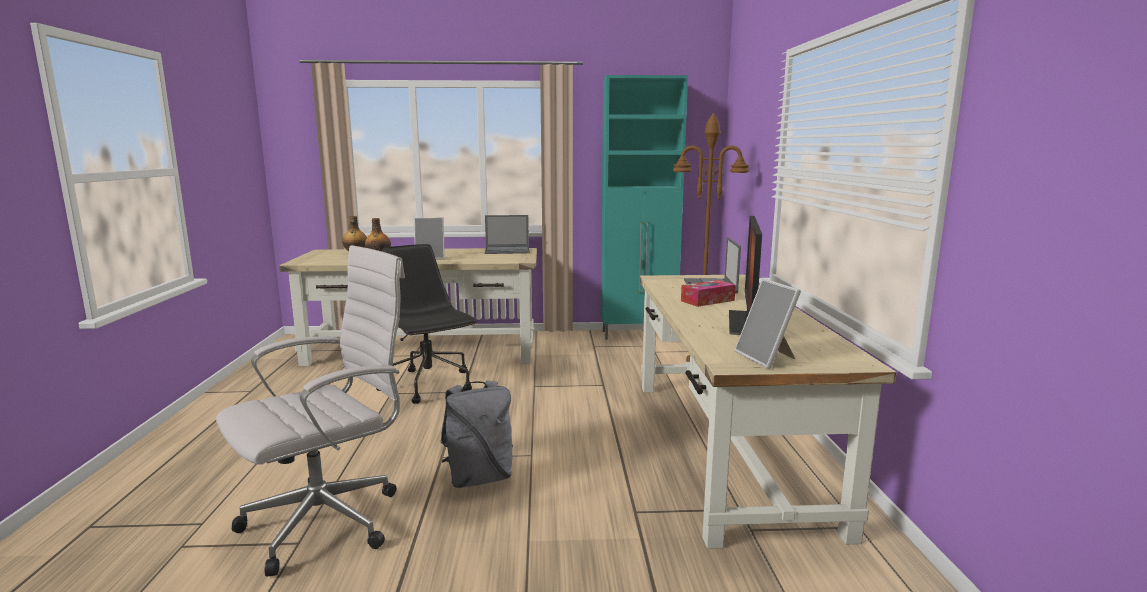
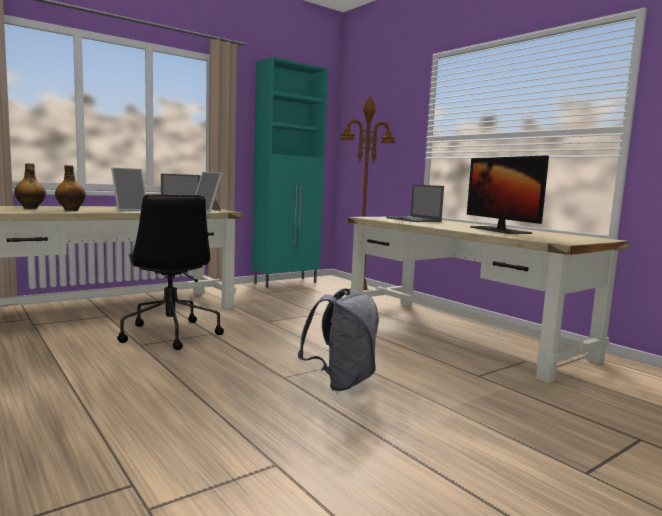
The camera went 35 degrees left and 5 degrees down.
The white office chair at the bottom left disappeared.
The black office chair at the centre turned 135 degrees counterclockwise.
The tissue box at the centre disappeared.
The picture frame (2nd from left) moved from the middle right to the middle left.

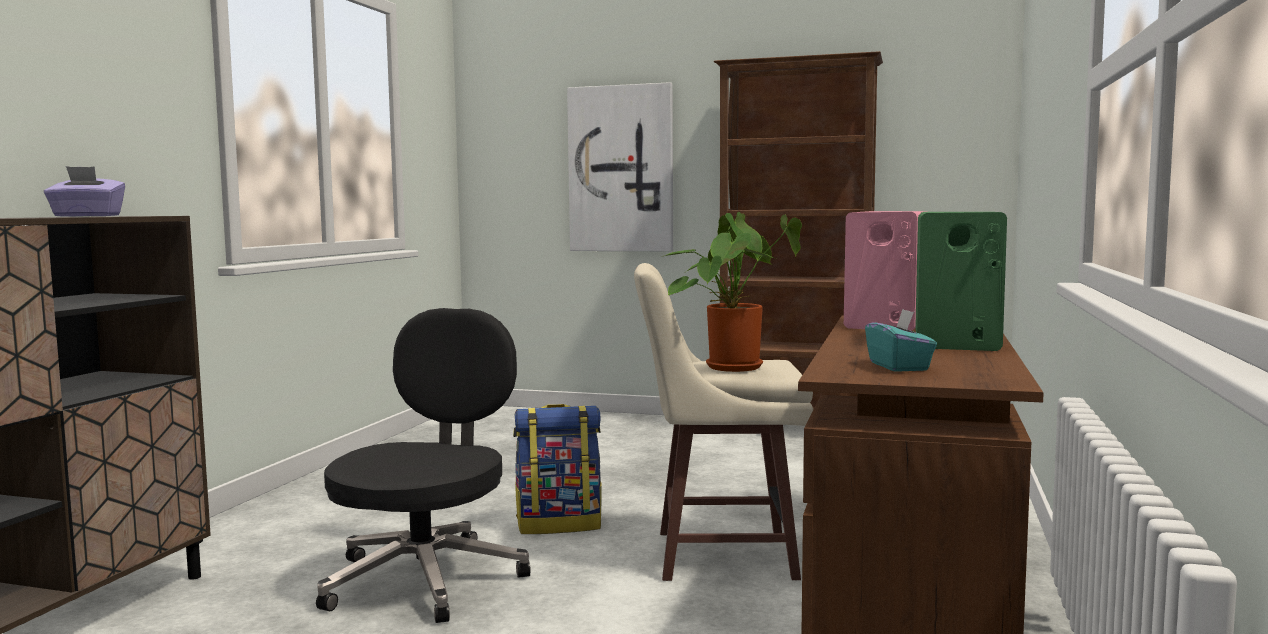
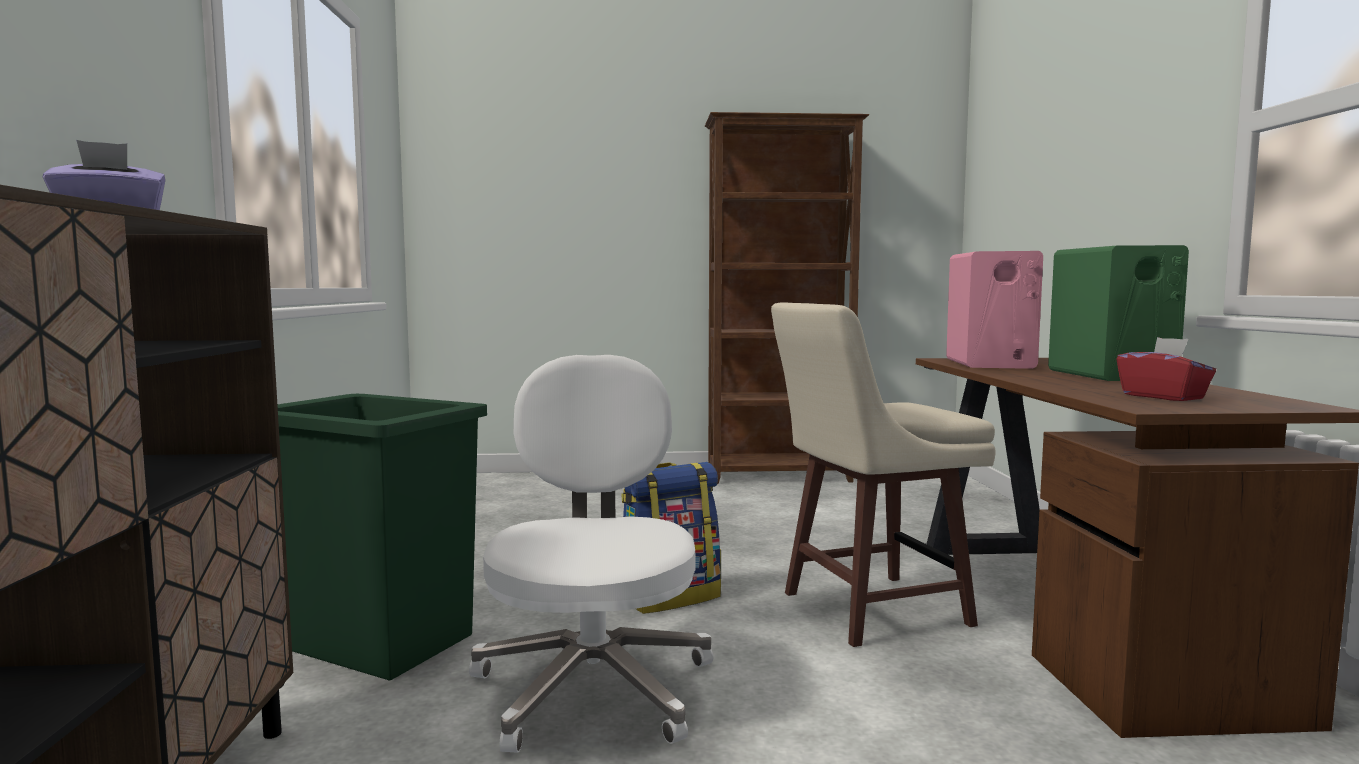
The camera went 20 degrees left and 0 degrees up.
The black office chair at the bottom centre became the white office chair at the bottom centre.
The picture at the top centre disappeared.
The potted plant at the centre disappeared.
The turquoise tissue box at the middle right became the red tissue box at the middle right.
The green trash can at the bottom left appeared.

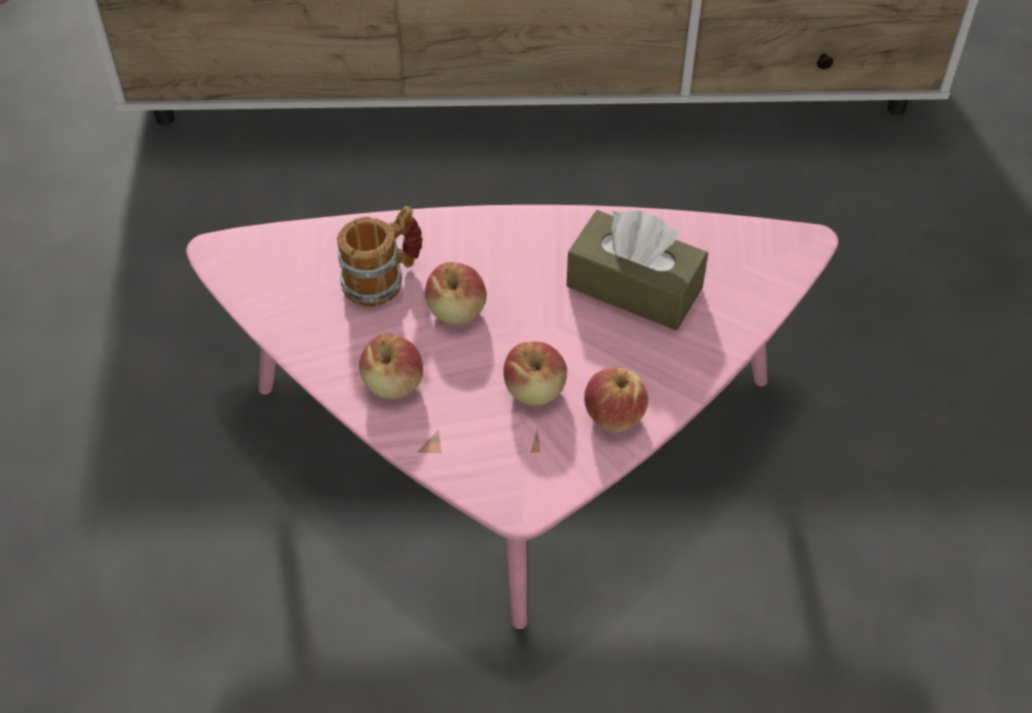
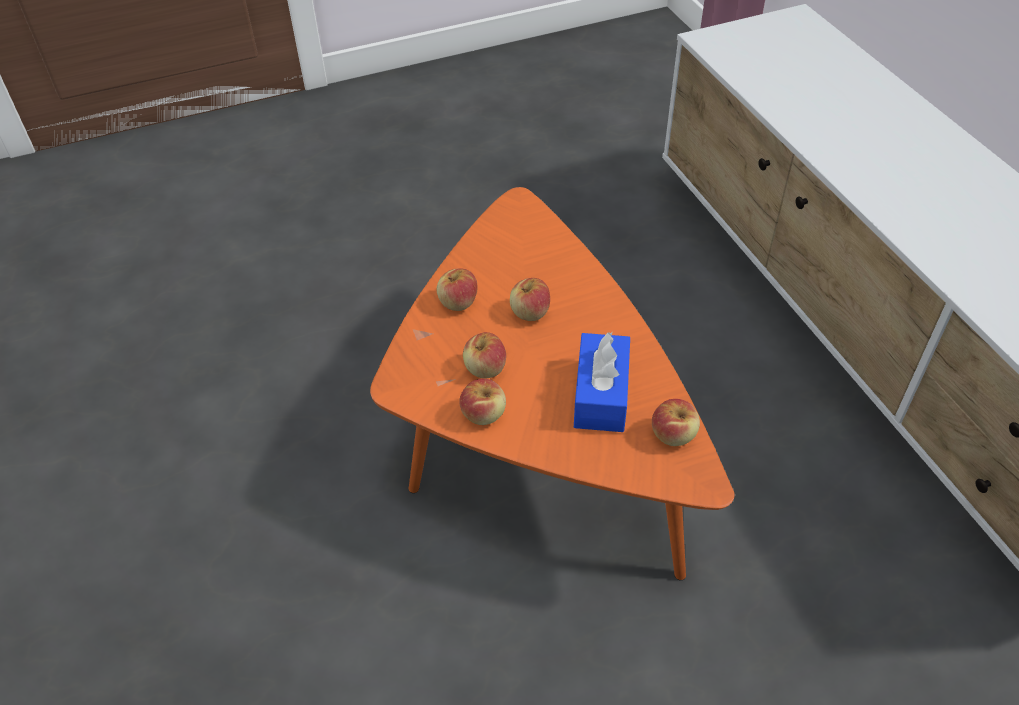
The camera went 70 degrees right and 5 degrees down.
The pink coffee table at the centre became the orange coffee table at the centre.
The mug at the centre disappeared.
The brown tissue box at the centre became the blue tissue box at the centre.
The apple (5th from left) at the centre appeared.

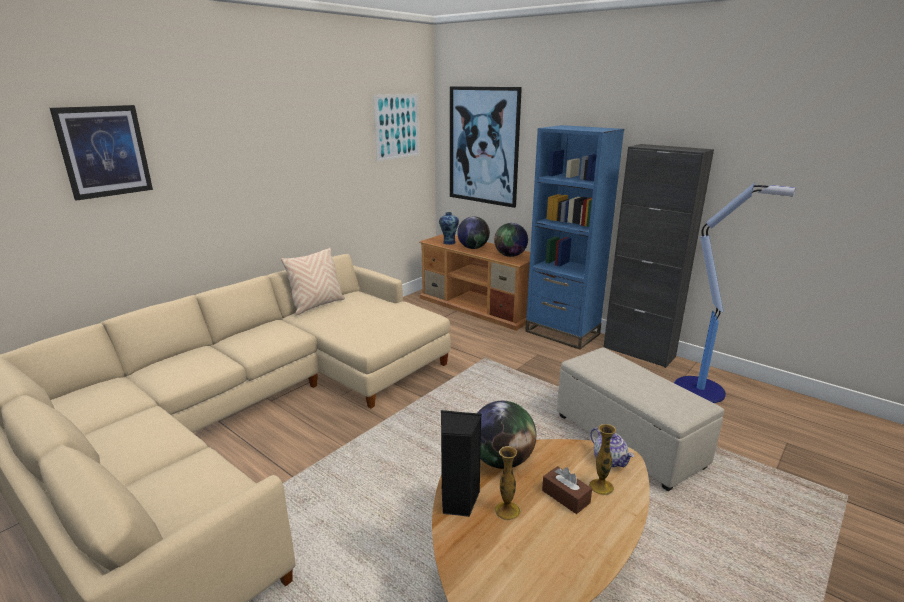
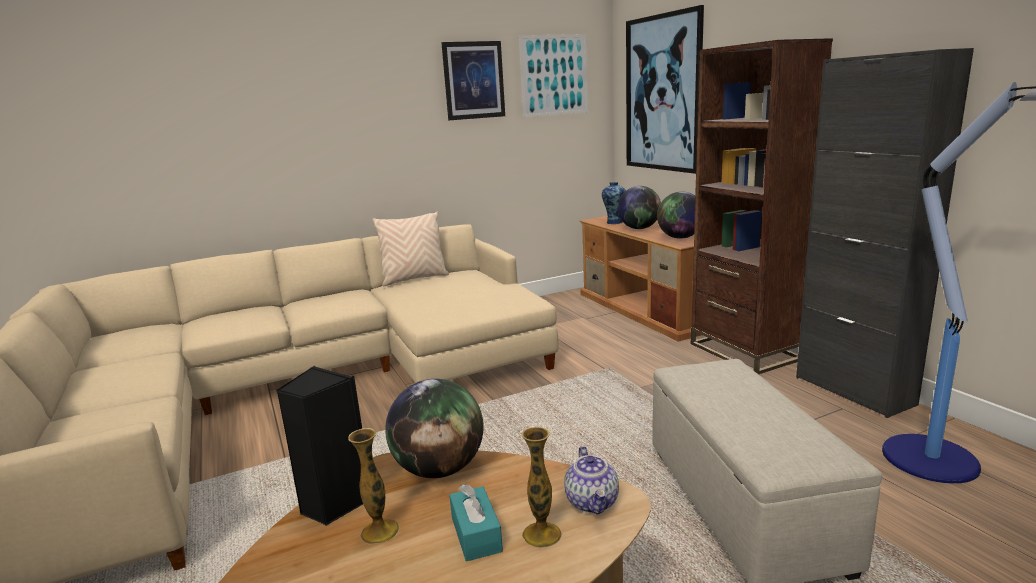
The camera went 25 degrees right and 5 degrees down.
The picture (1st from left) moved from the top left to the top centre.
The blue bookcase at the centre became the brown bookcase at the middle right.
The brown tissue box at the bottom centre became the turquoise tissue box at the bottom centre.

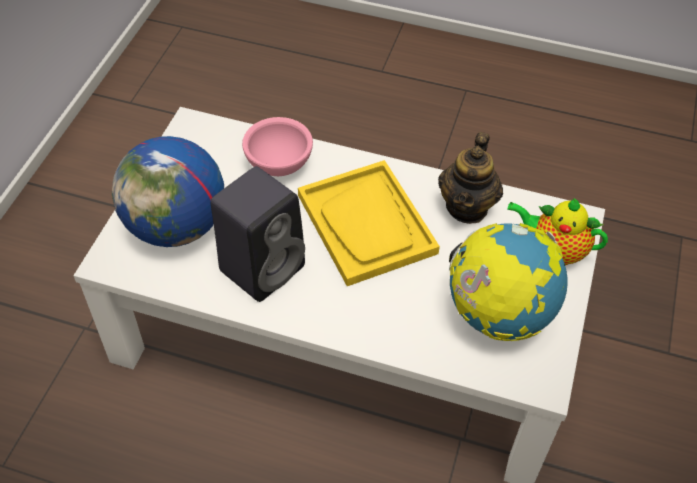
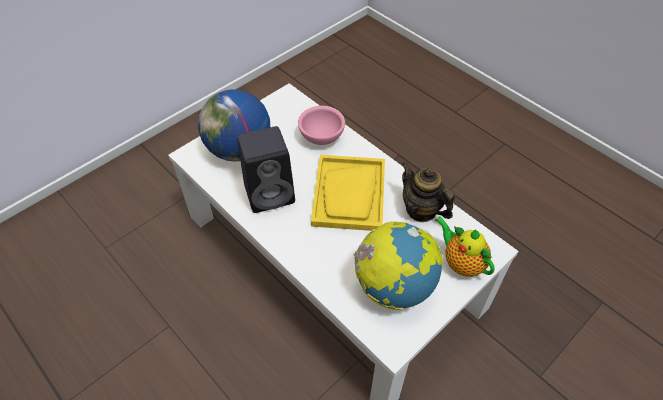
The camera went 30 degrees right and 0 degrees up.
The teapot (1st from left) at the middle right turned 90 degrees clockwise.

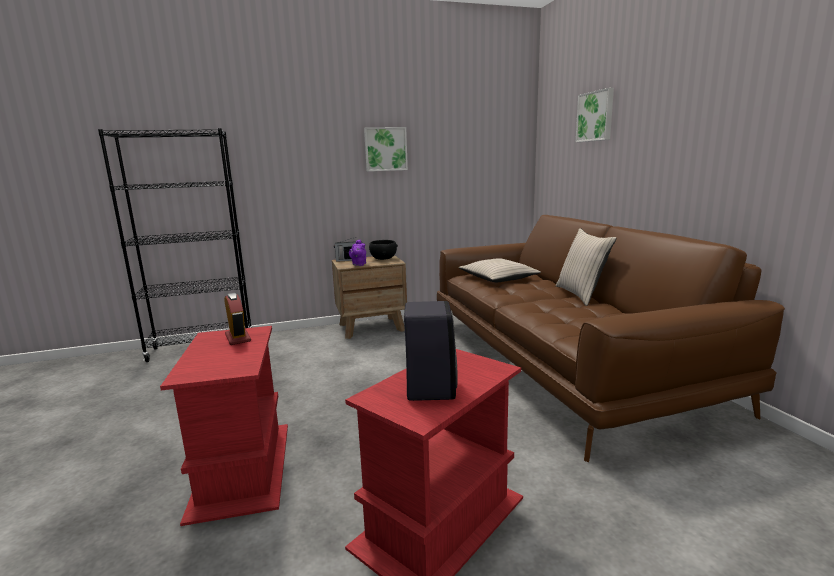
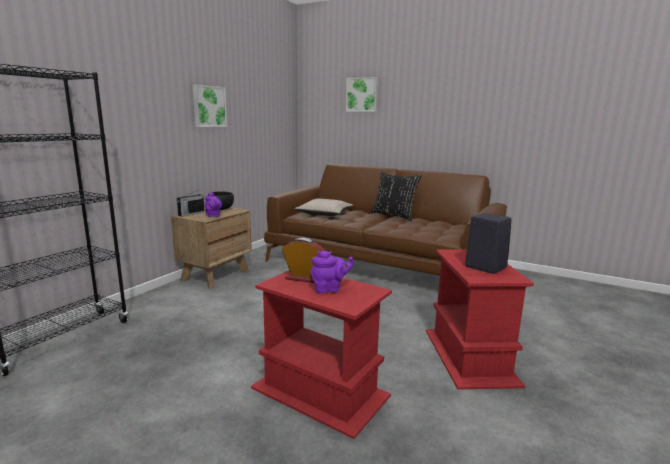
The camera went 45 degrees left and 0 degrees up.
The beige pillow (2nd from left) at the middle right became the black pillow at the centre.
The purple teapot (2nd from left) at the centre appeared.

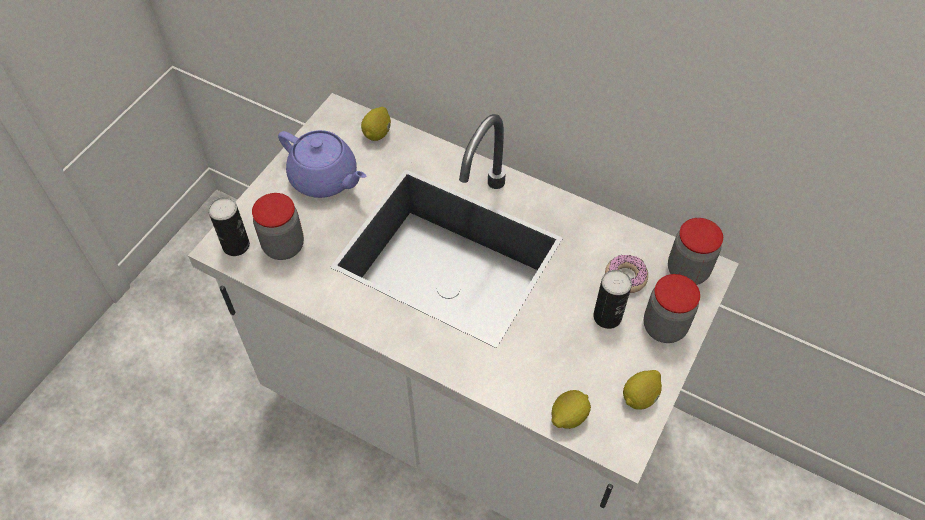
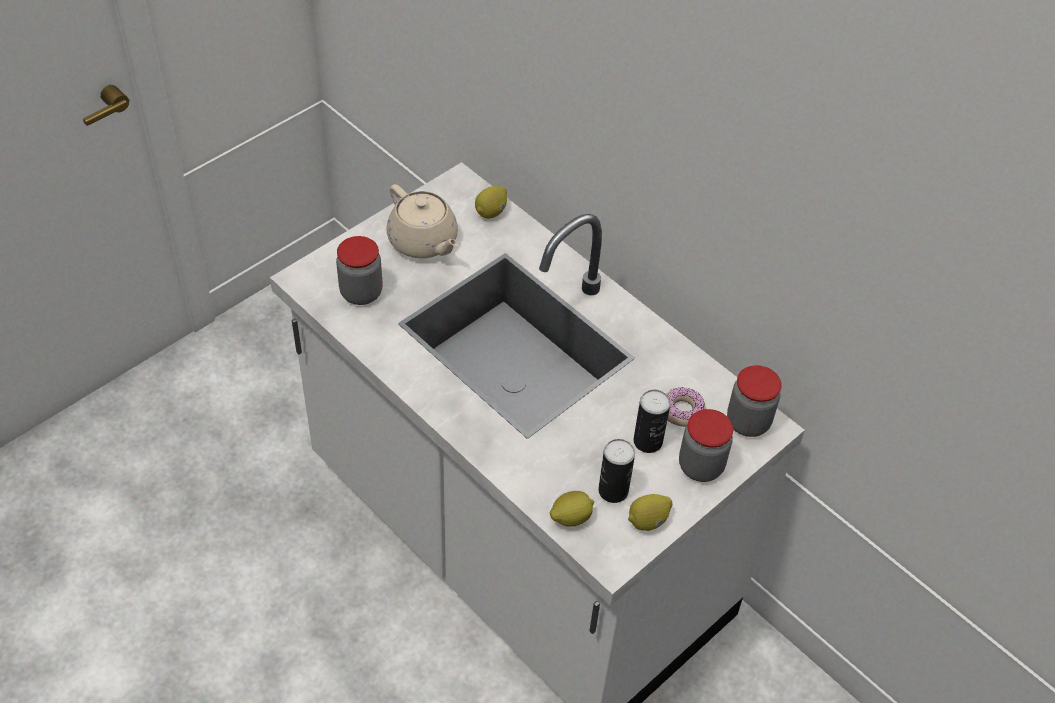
The camera went 15 degrees right and 5 degrees down.
The can (1st from left) moved from the middle left to the bottom centre.
The purple teapot at the top centre became the beige teapot at the top centre.

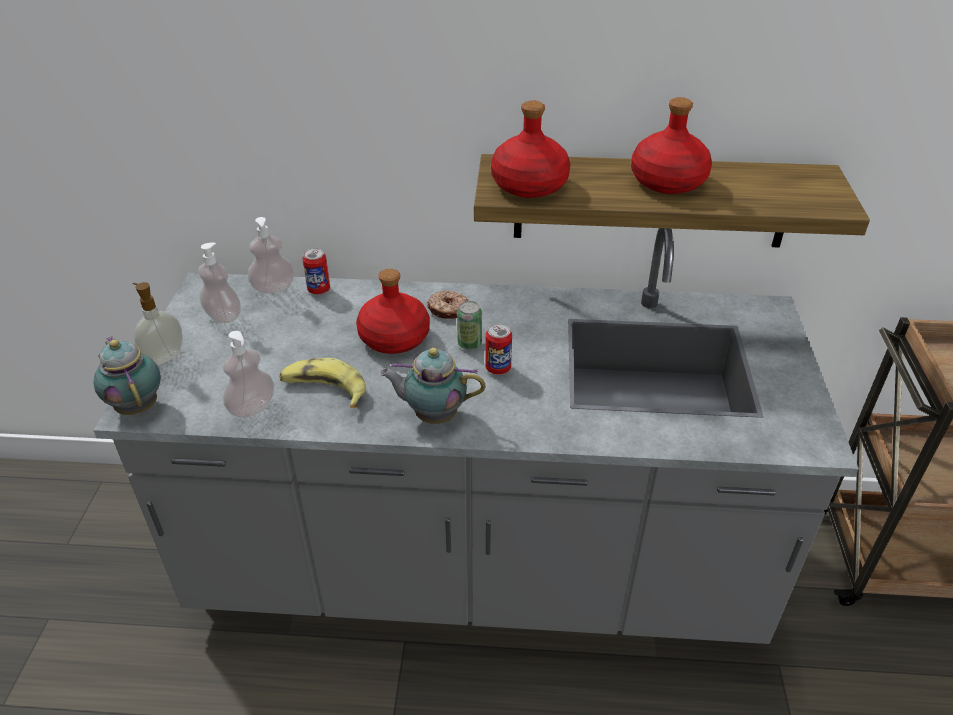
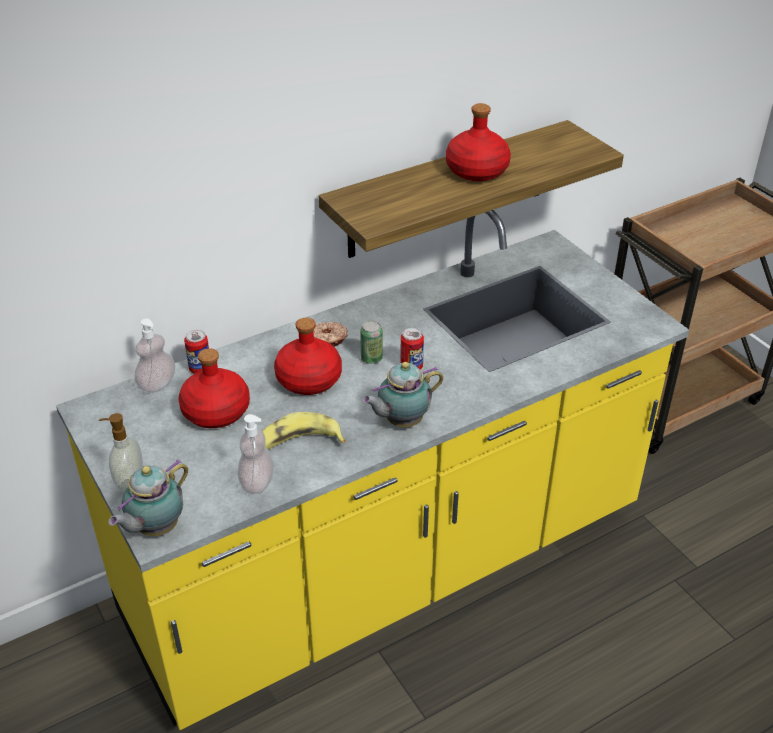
The camera went 35 degrees left and 0 degrees up.
The grey counter at the centre became the yellow counter at the centre.
The teapot (1st from left) at the middle left turned 75 degrees counterclockwise.
The soap dispenser (2nd from left) at the middle left disappeared.
The red bottle (2nd from left in the first image) moved from the top centre to the middle left.

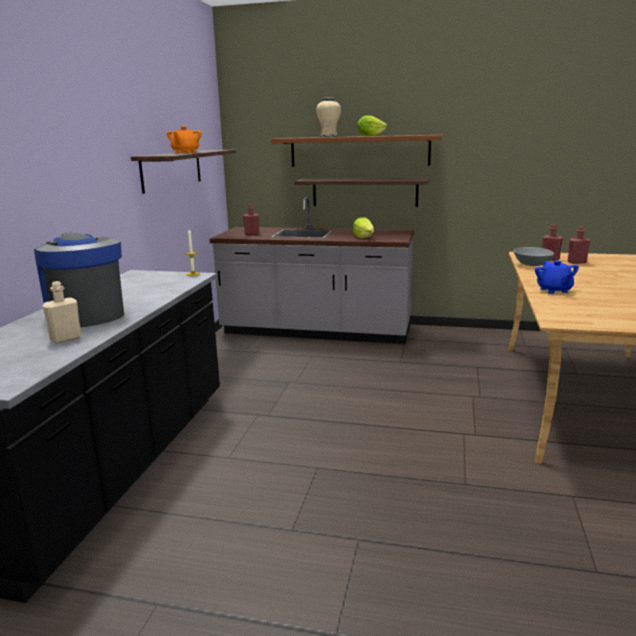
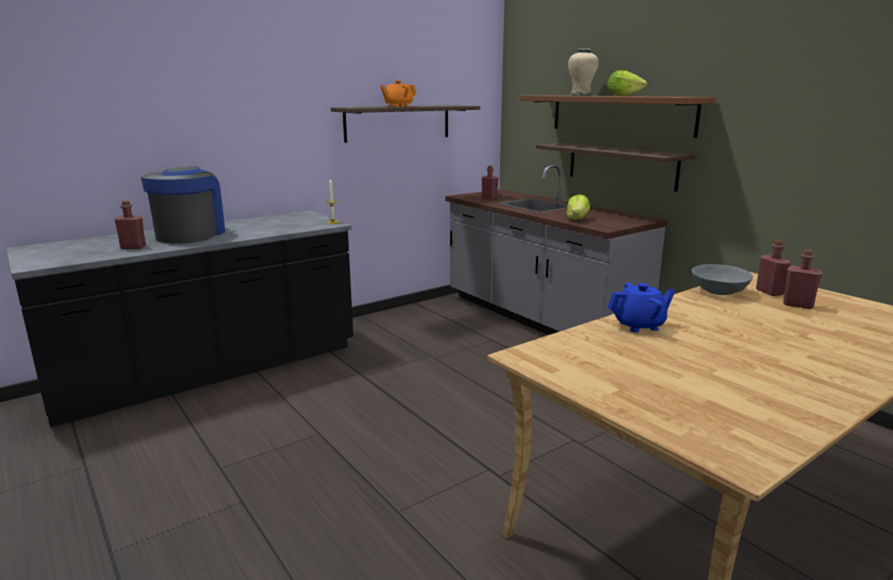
The camera went 40 degrees right and 0 degrees up.
The beige bottle at the middle left became the red bottle (1st from left) at the middle left.
The blue teapot at the middle right turned 135 degrees counterclockwise.

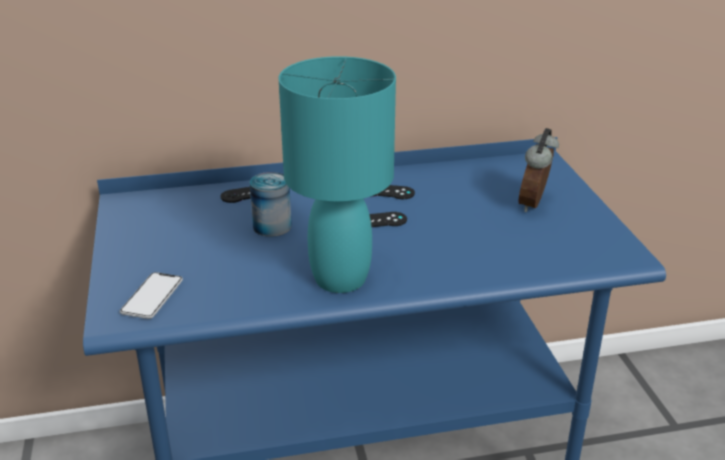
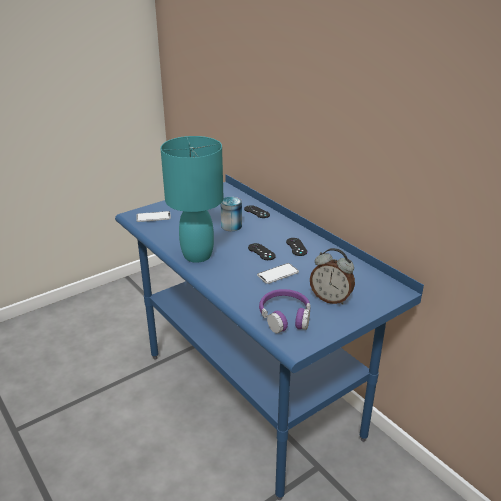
The camera went 65 degrees right and 0 degrees up.
The alarm clock at the middle right turned 150 degrees counterclockwise.
The phone (2nd from left) at the centre appeared.
The purple headphones at the centre appeared.

